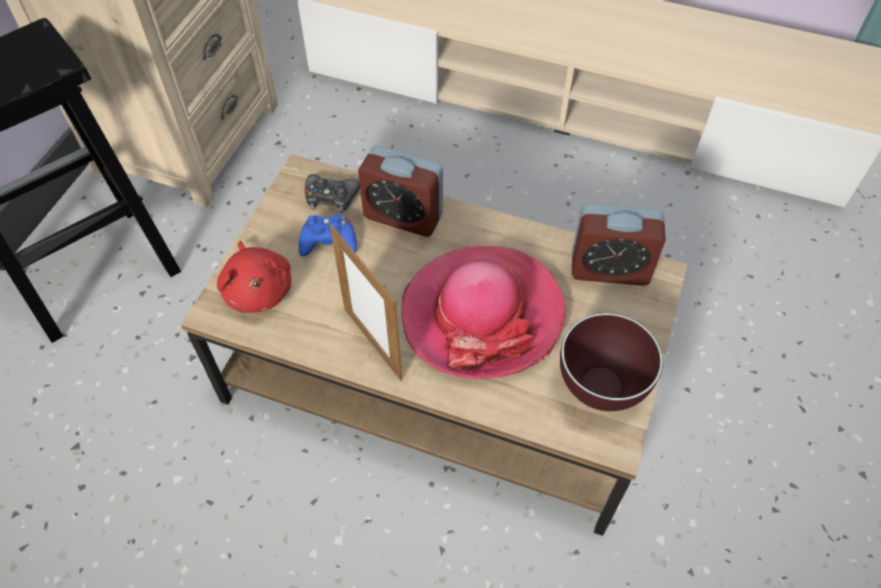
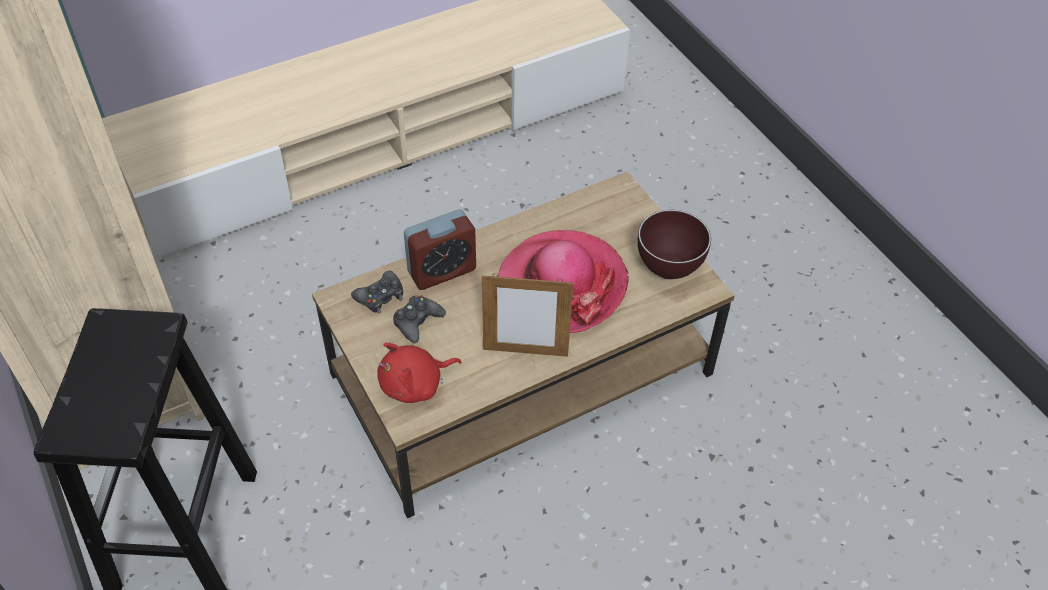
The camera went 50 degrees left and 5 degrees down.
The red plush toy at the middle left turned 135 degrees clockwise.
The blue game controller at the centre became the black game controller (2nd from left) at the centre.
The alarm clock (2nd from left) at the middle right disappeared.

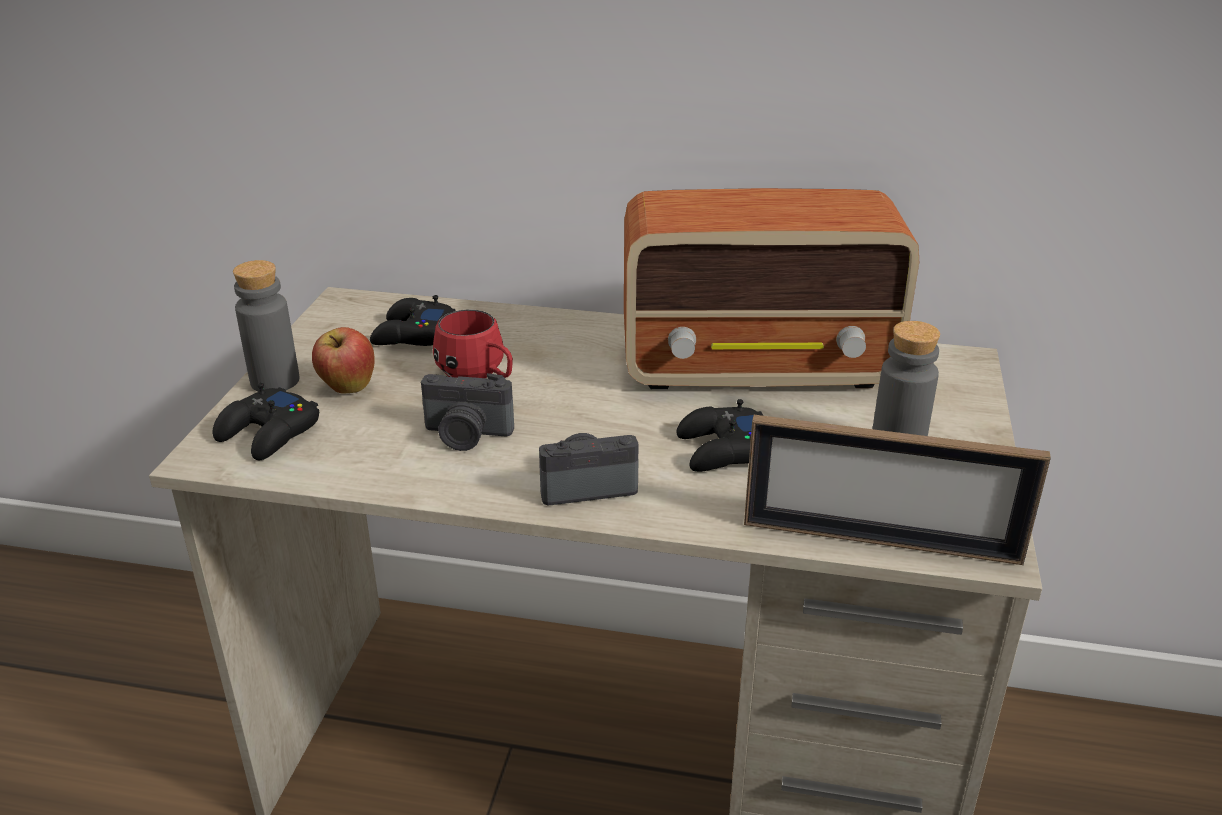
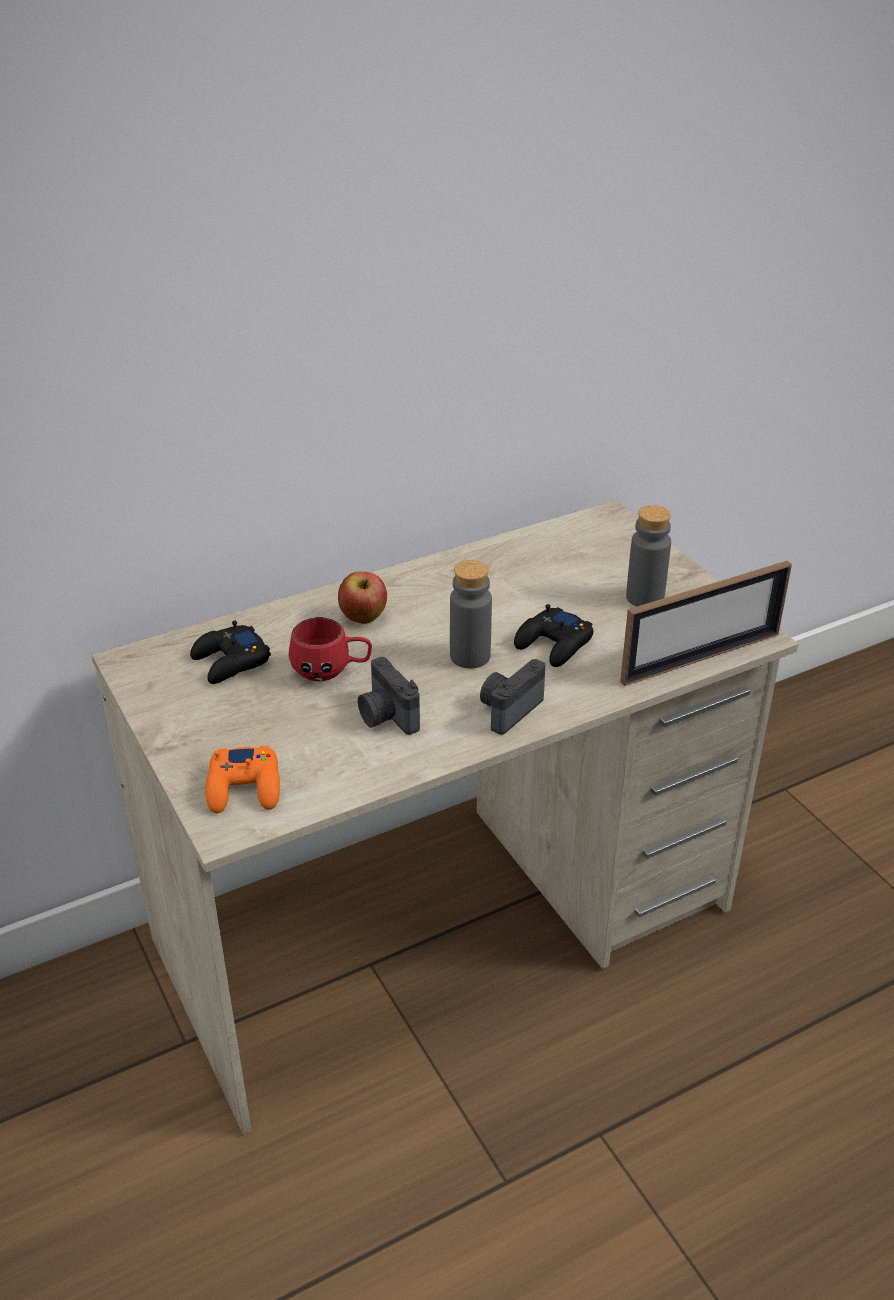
The camera went 40 degrees left and 5 degrees up.
The black game controller (1st from left) at the middle left became the orange game controller at the middle left.
The grey bottle (1st from left) moved from the middle left to the centre.
The apple moved from the middle left to the centre.
The photo camera (1st from left) at the centre turned 90 degrees clockwise.
The radio at the centre disappeared.

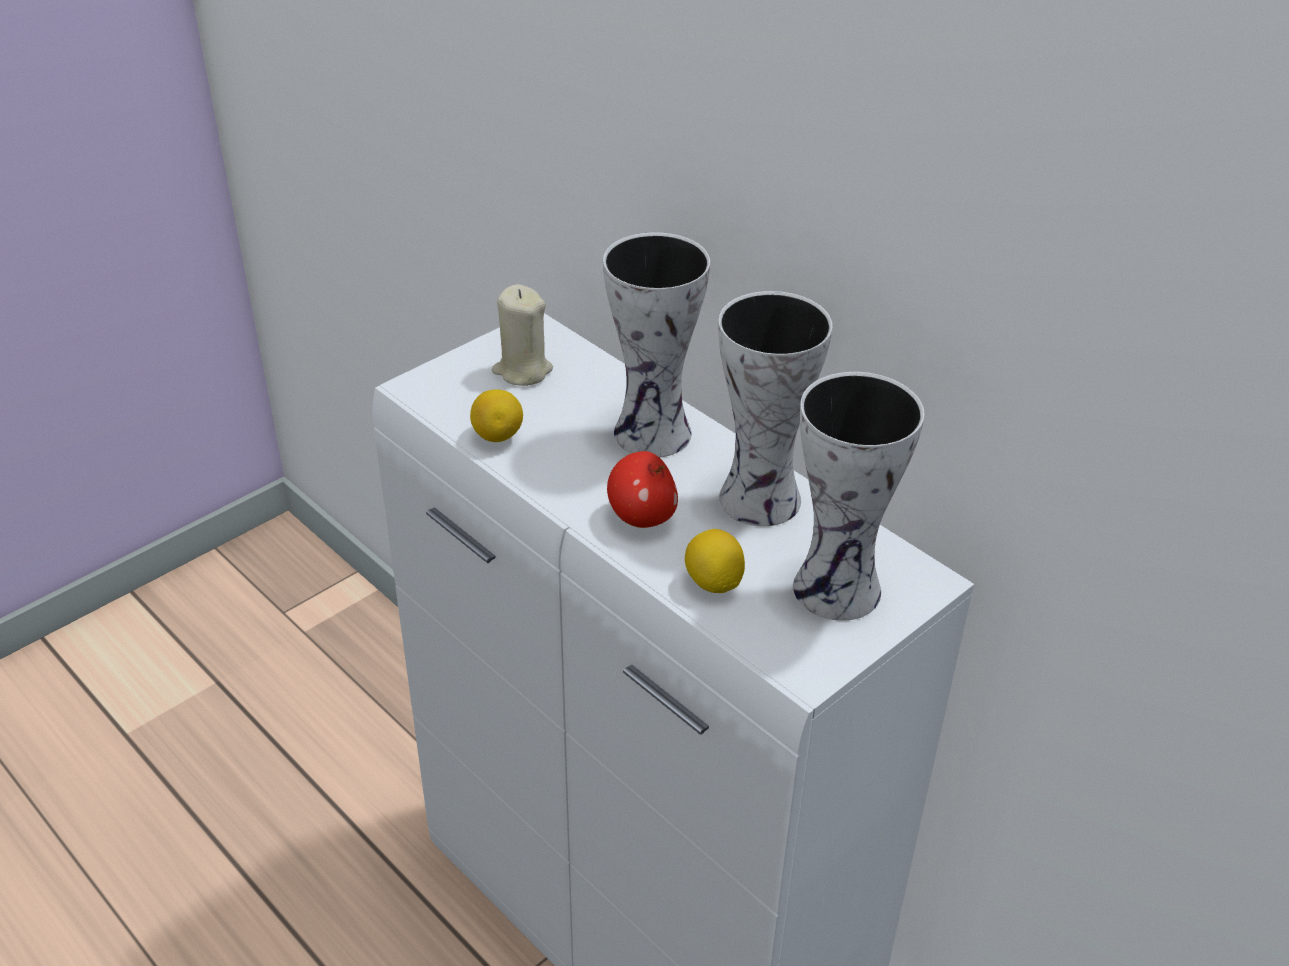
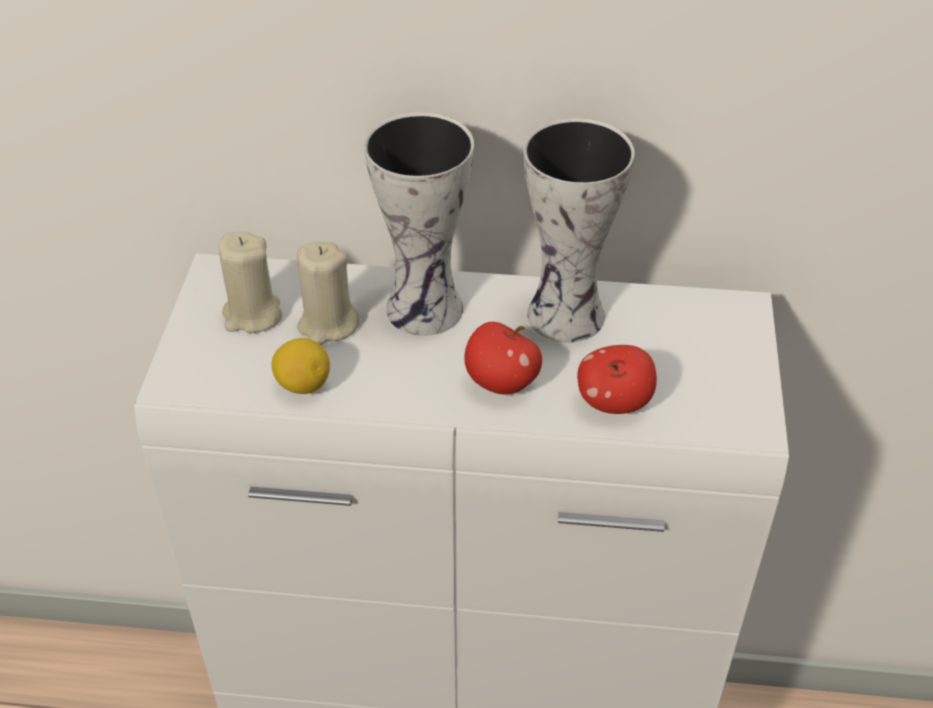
The camera went 40 degrees left and 5 degrees up.
The lemon (2nd from left) at the centre was replaced by the apple (2nd from left) at the centre.
The vase (3rd from left) at the centre disappeared.
The beige candle (2nd from left) at the centre appeared.

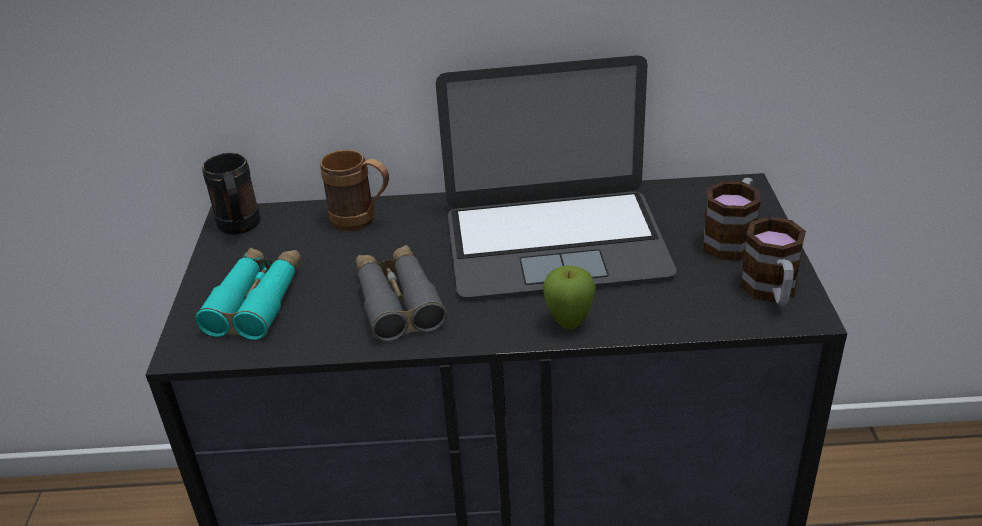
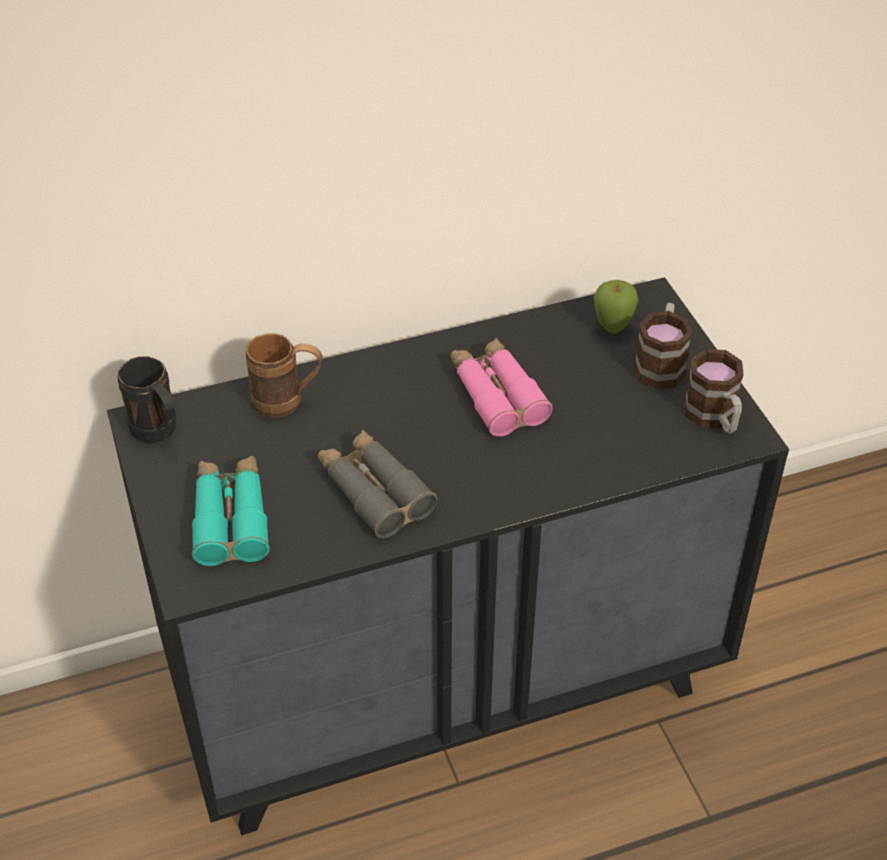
The camera went 20 degrees left and 10 degrees up.
The laptop at the centre was replaced by the pink binoculars at the centre.
The apple moved from the centre to the middle right.

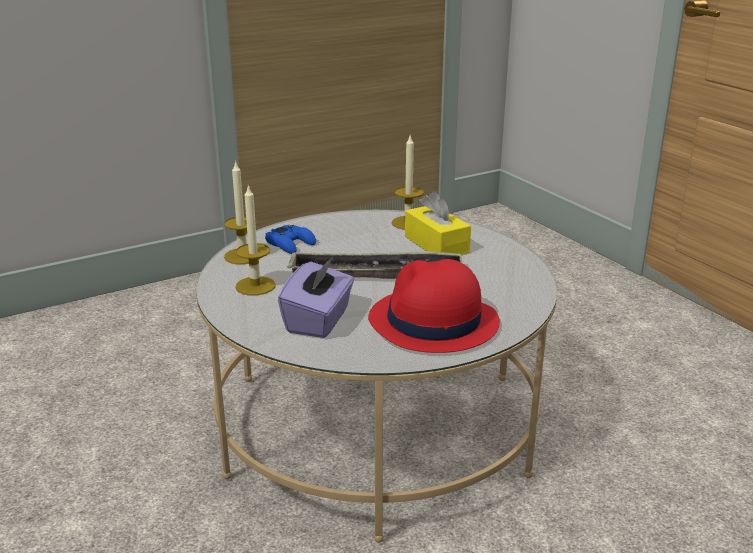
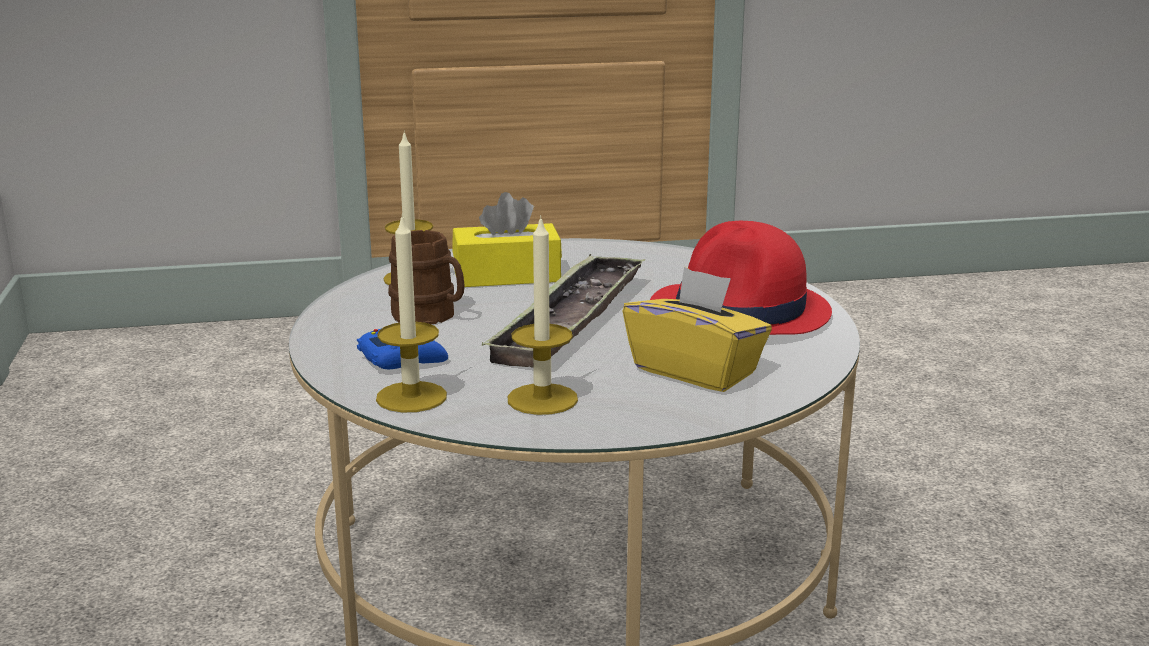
The camera went 70 degrees left and 5 degrees down.
The purple tissue box at the centre became the yellow tissue box (2nd from left) at the centre.
The brown mug at the centre appeared.

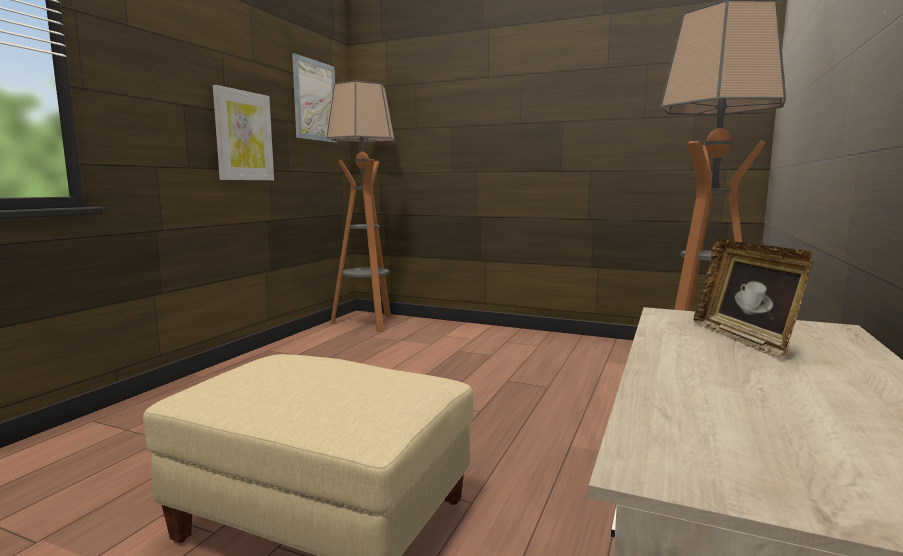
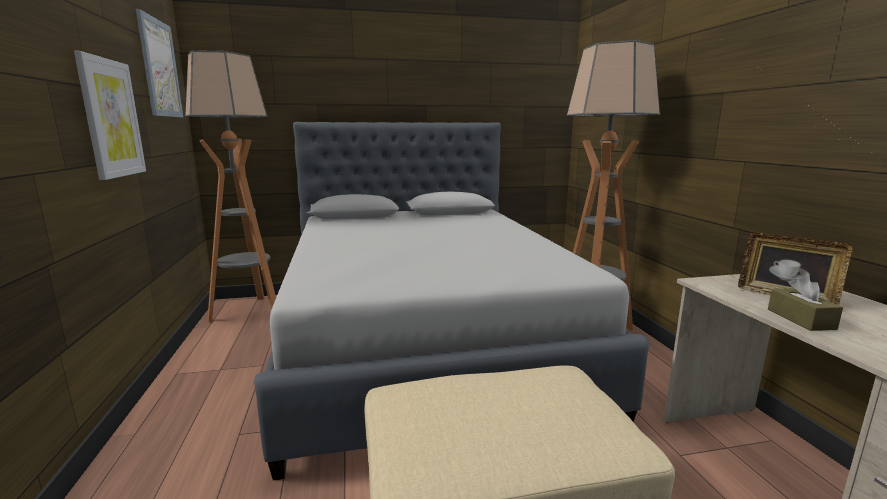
The camera went 35 degrees left and 5 degrees up.
The grey bed at the centre appeared.
The brown tissue box at the middle right appeared.

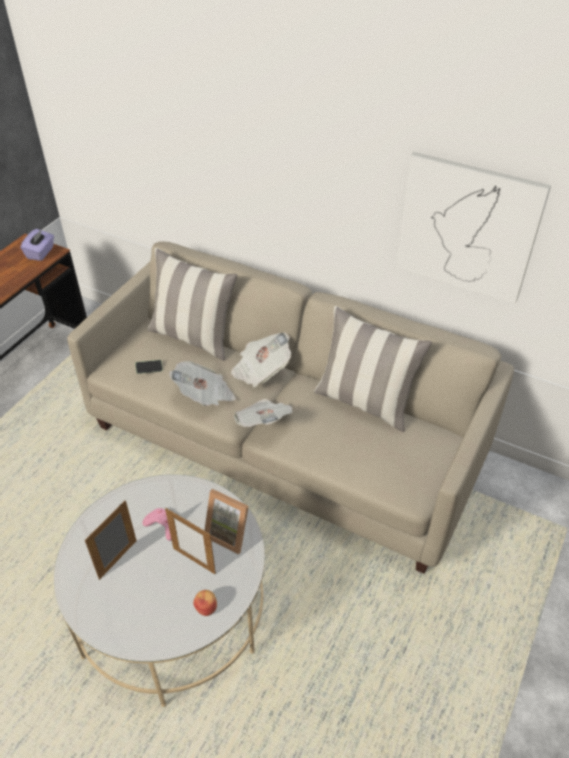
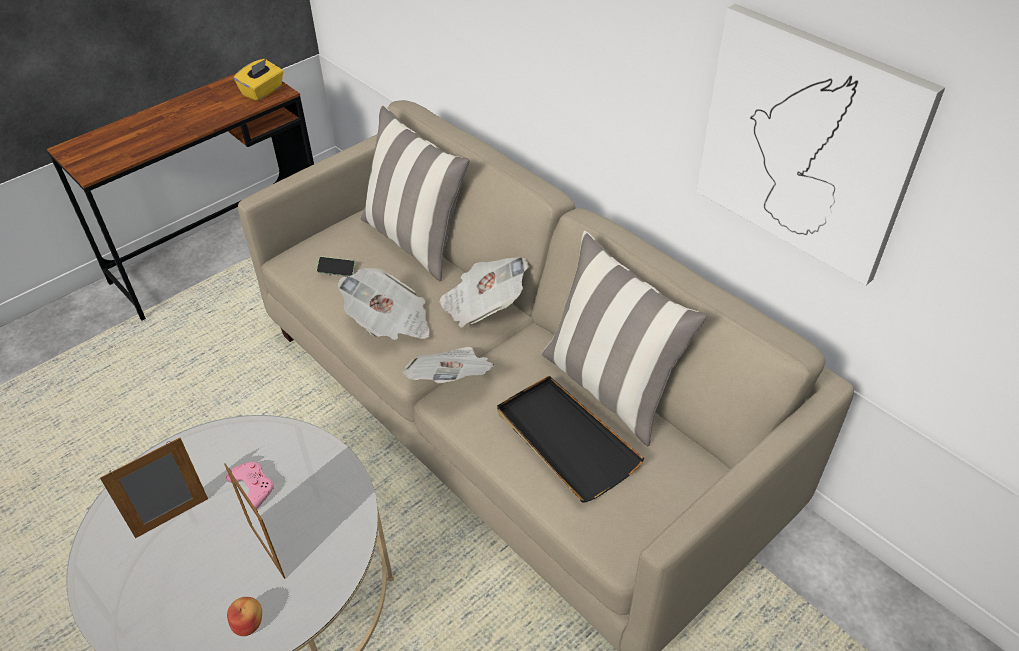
The camera went 20 degrees right and 0 degrees up.
The purple tissue box at the top left became the yellow tissue box at the top left.
The picture frame (3rd from left) at the bottom centre disappeared.
The black tray at the bottom centre appeared.

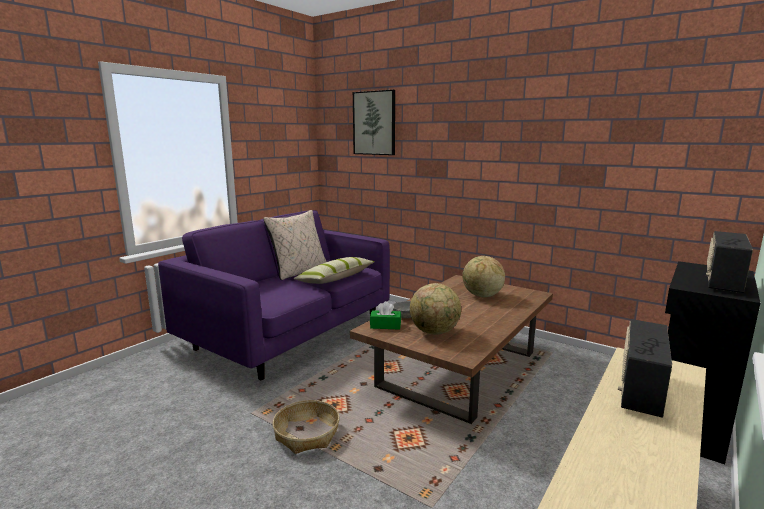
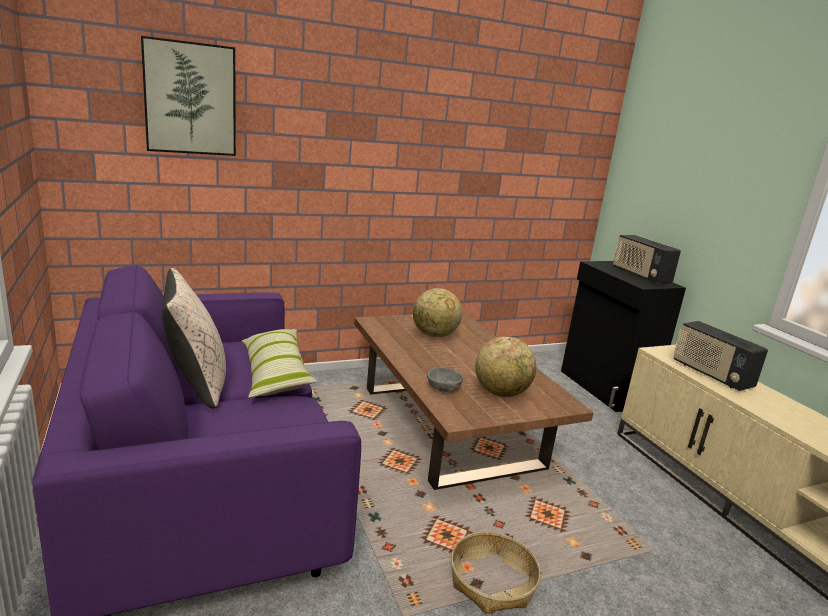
The camera went 60 degrees left and 5 degrees up.
The green tissue box at the centre disappeared.

